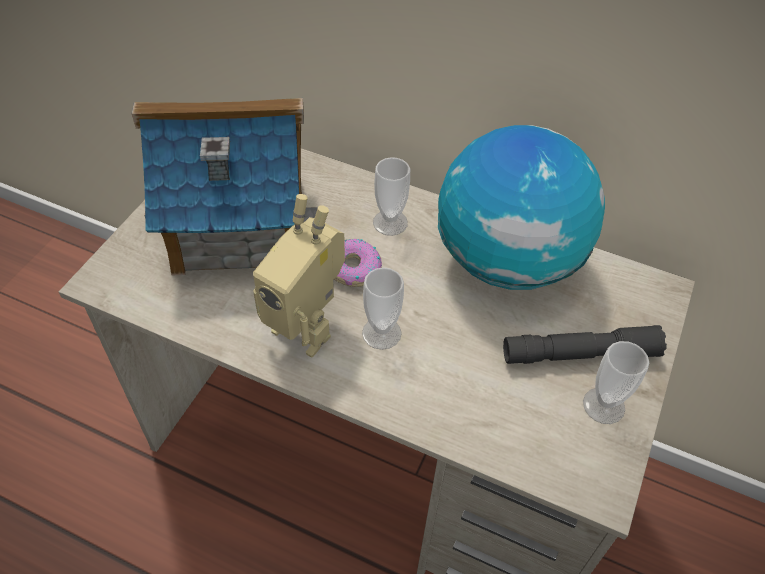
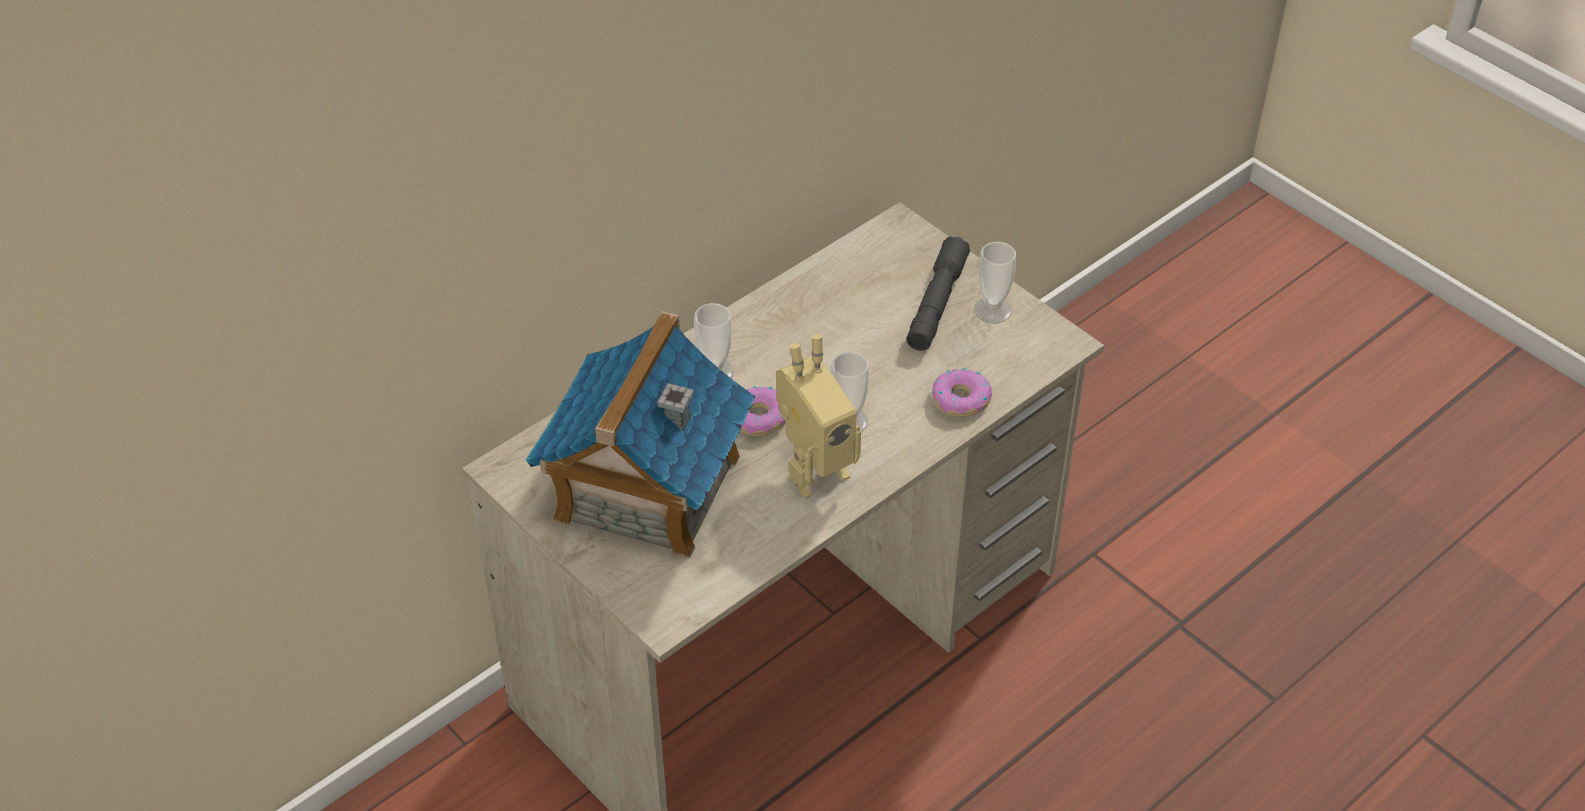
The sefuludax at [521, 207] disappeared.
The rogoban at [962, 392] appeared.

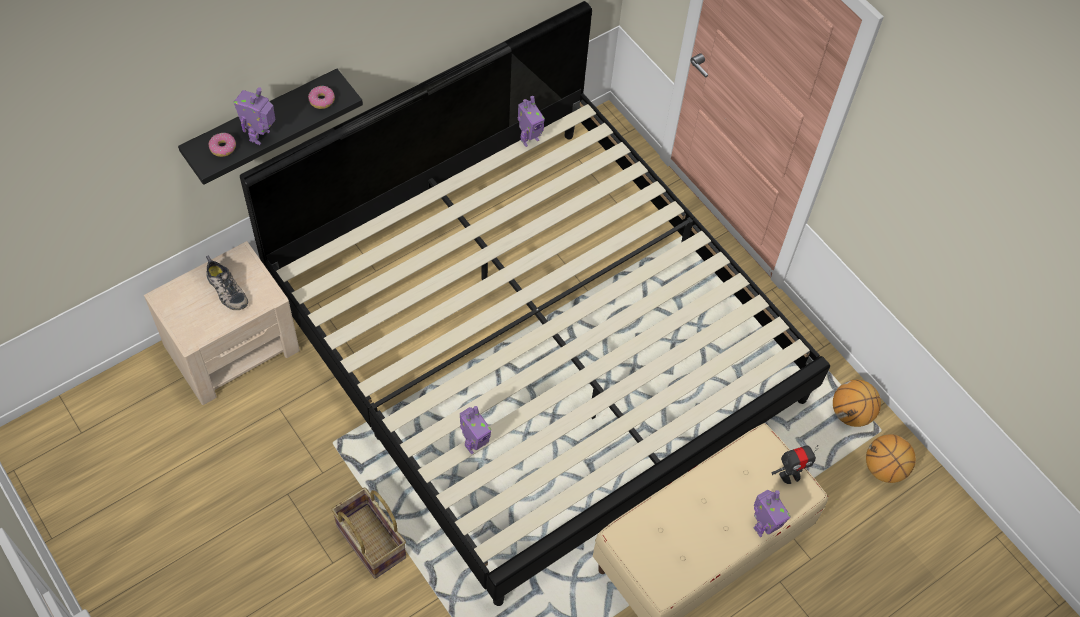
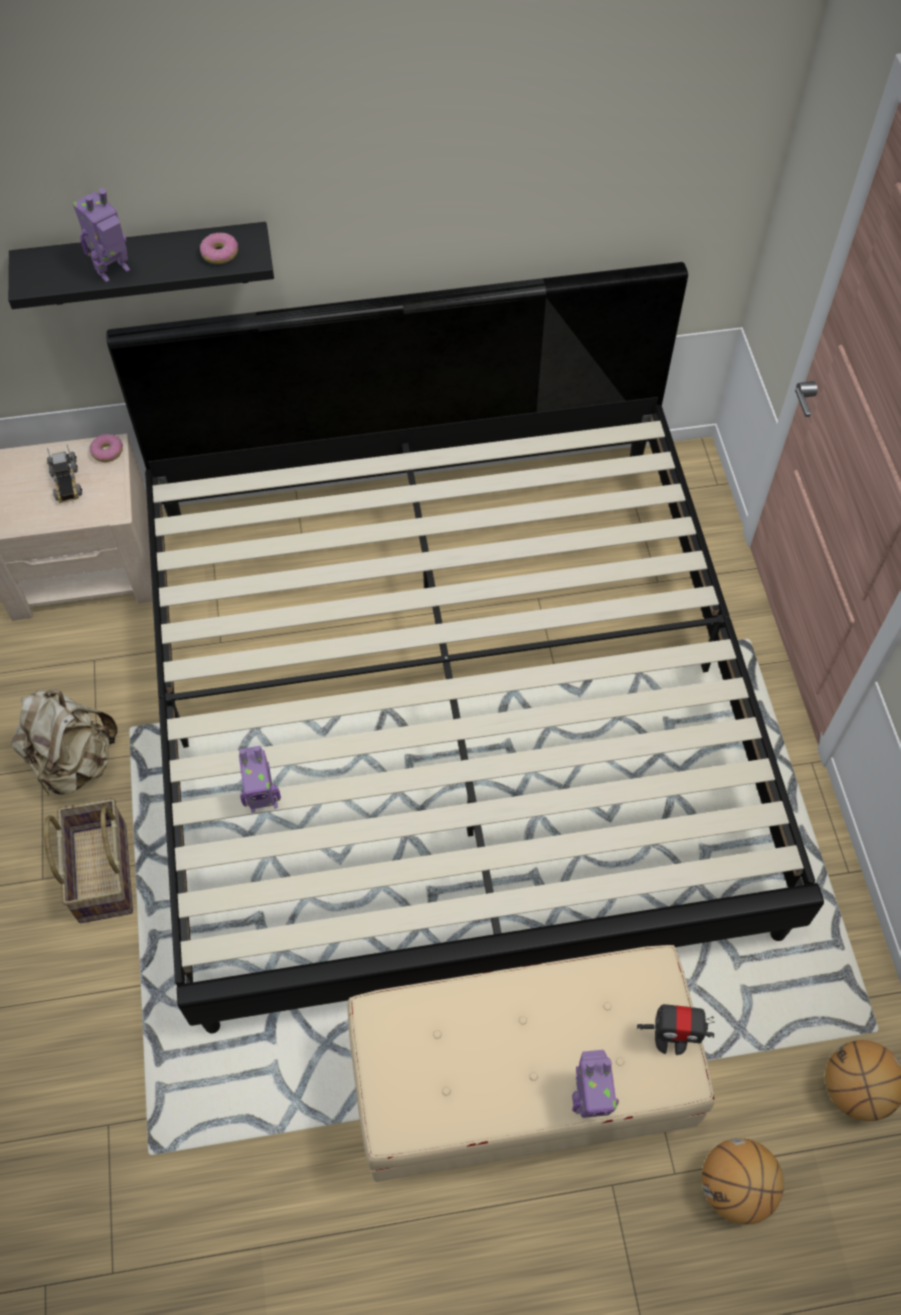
The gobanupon at [531, 121] disappeared.
The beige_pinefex at [64, 742] appeared.
The rogoban moved from [222, 145] to [106, 448].
The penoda moved from [857, 403] to [743, 1181].
The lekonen at [227, 282] was replaced by the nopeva at [64, 474].

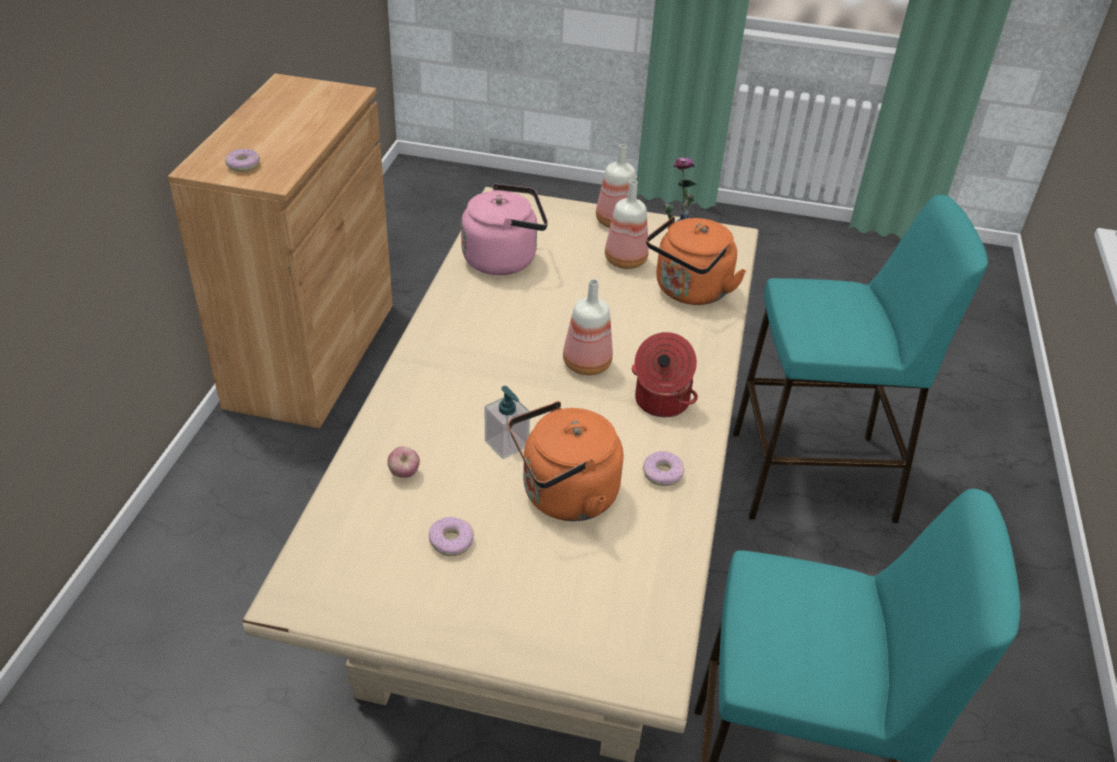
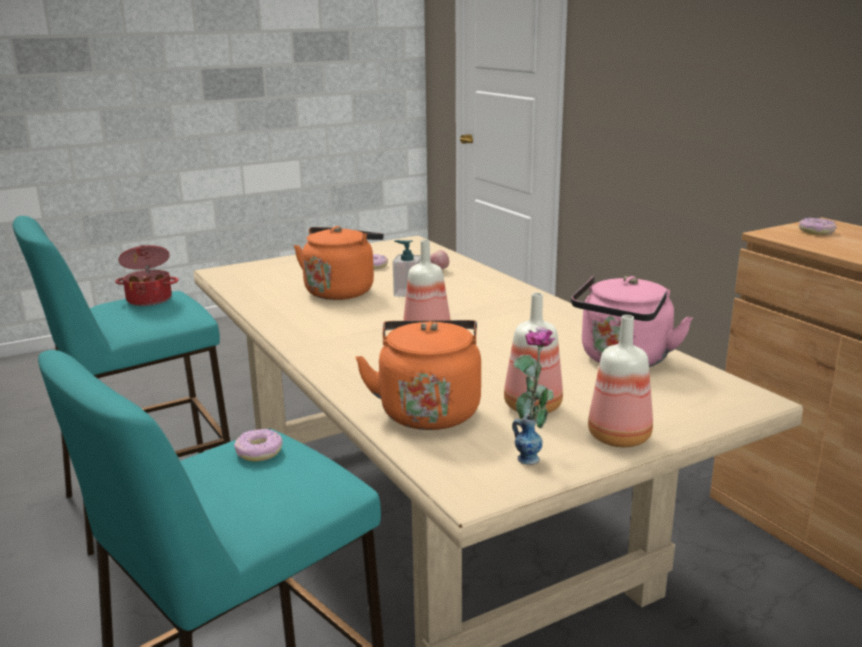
The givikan moved from [665, 374] to [147, 275].
The rogoban moved from [663, 468] to [258, 445].

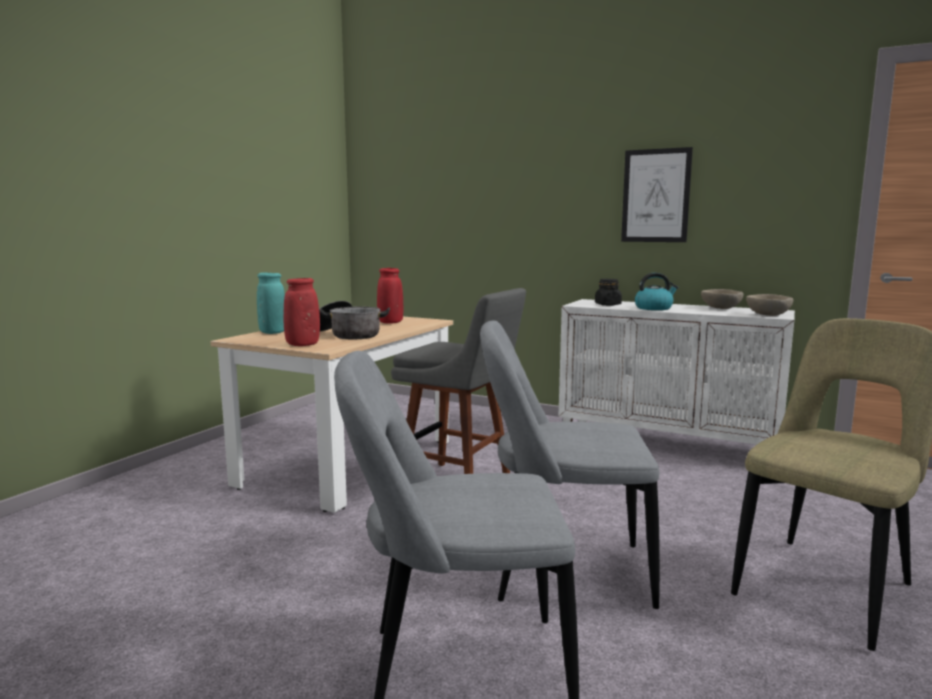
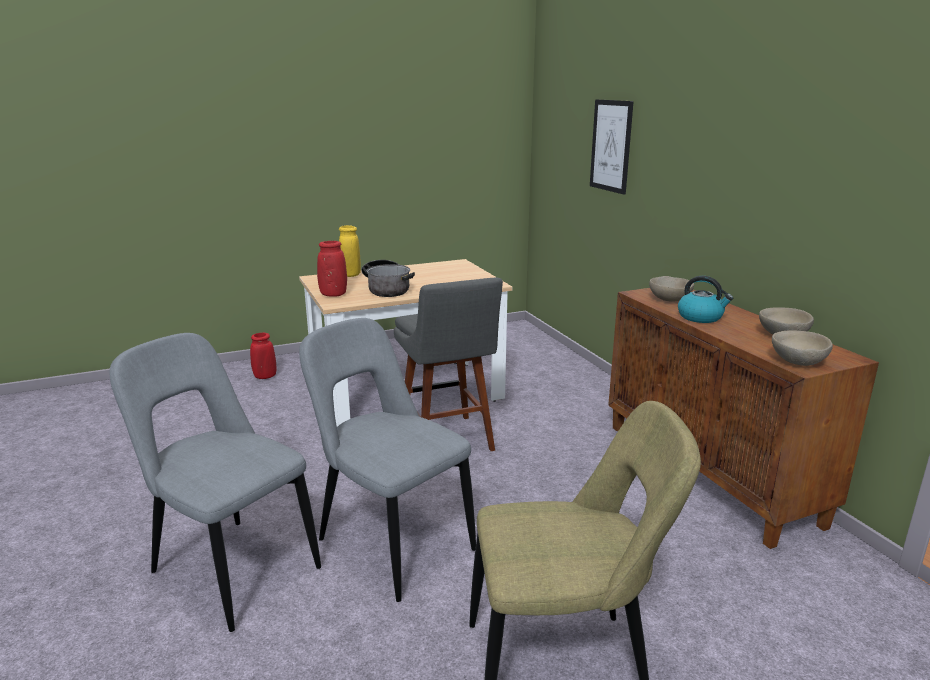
The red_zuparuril moved from [390, 296] to [263, 356].
The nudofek moved from [657, 194] to [612, 147].
The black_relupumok at [608, 292] was replaced by the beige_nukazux at [671, 288].
The turquoise_zuparuril at [271, 303] became the yellow_zuparuril at [350, 251].
The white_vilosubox at [677, 372] became the brown_vilosubox at [743, 418].

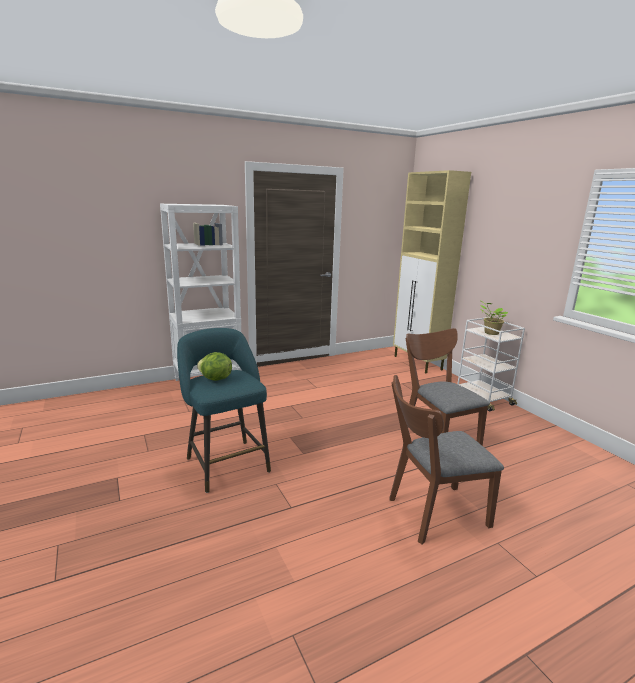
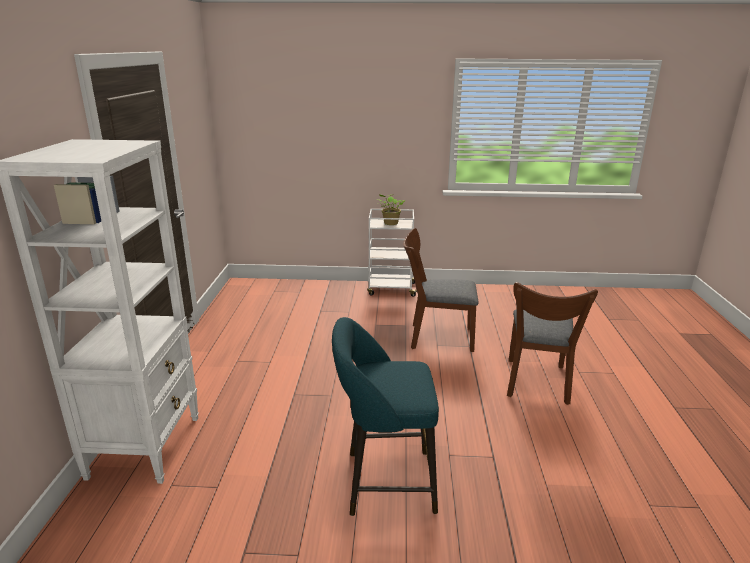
The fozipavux at [214, 366] disappeared.
The beige_vilosubox at [432, 271] disappeared.

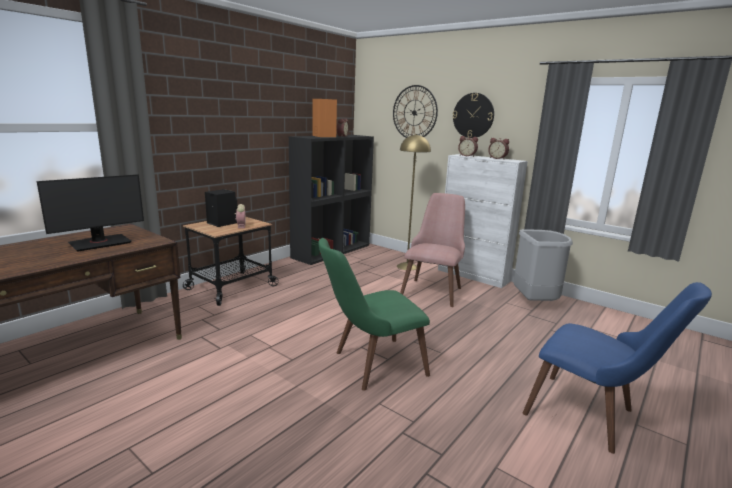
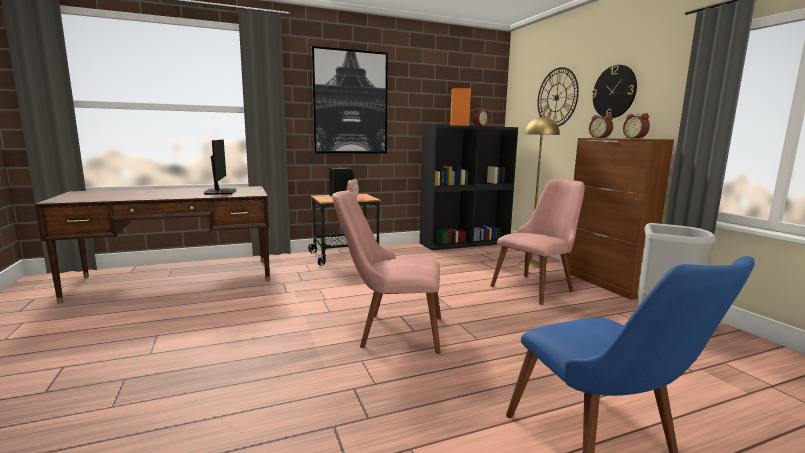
The nudofek at [349, 99] appeared.
The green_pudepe at [374, 314] became the pink_pudepe at [386, 272].
The white_vilosubox at [483, 221] became the brown_vilosubox at [619, 219].
The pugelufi at [90, 213] turned 90 degrees counterclockwise.

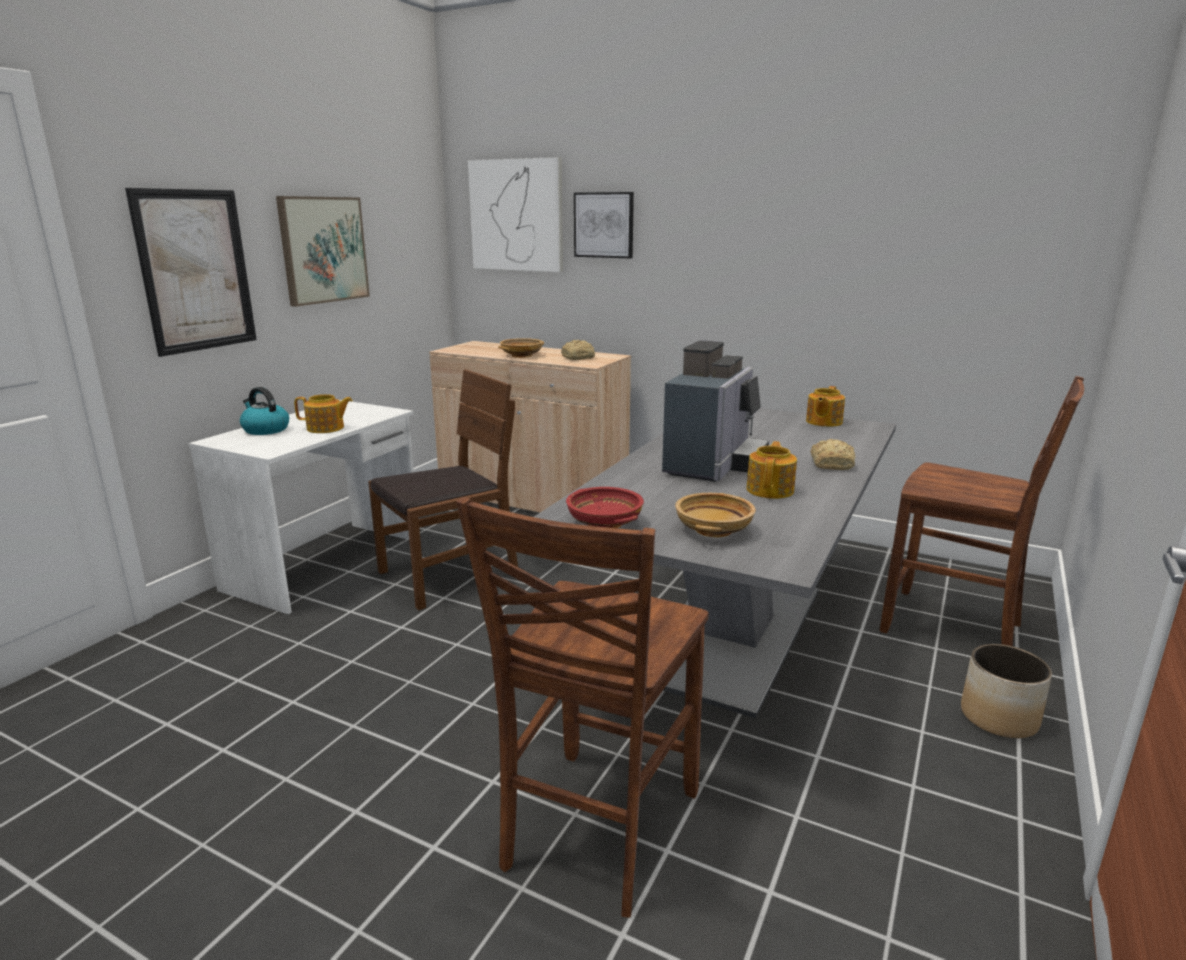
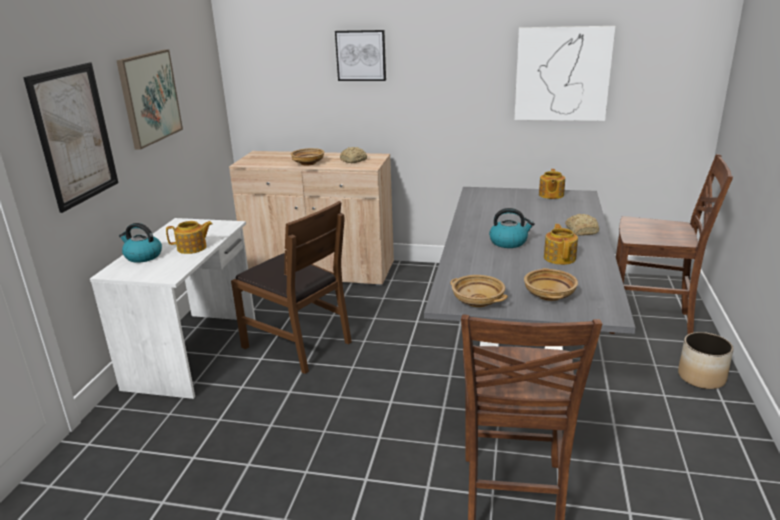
The nudofek moved from [515, 214] to [564, 73].
The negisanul at [715, 411] was replaced by the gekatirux at [512, 228].
The red_nukazux at [605, 507] became the beige_nukazux at [479, 291].
The brown_pudepe at [443, 489] turned 90 degrees clockwise.

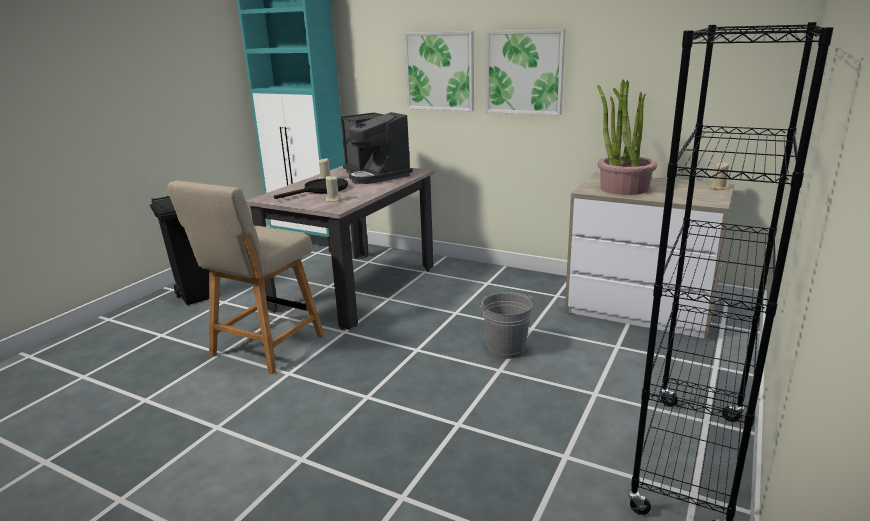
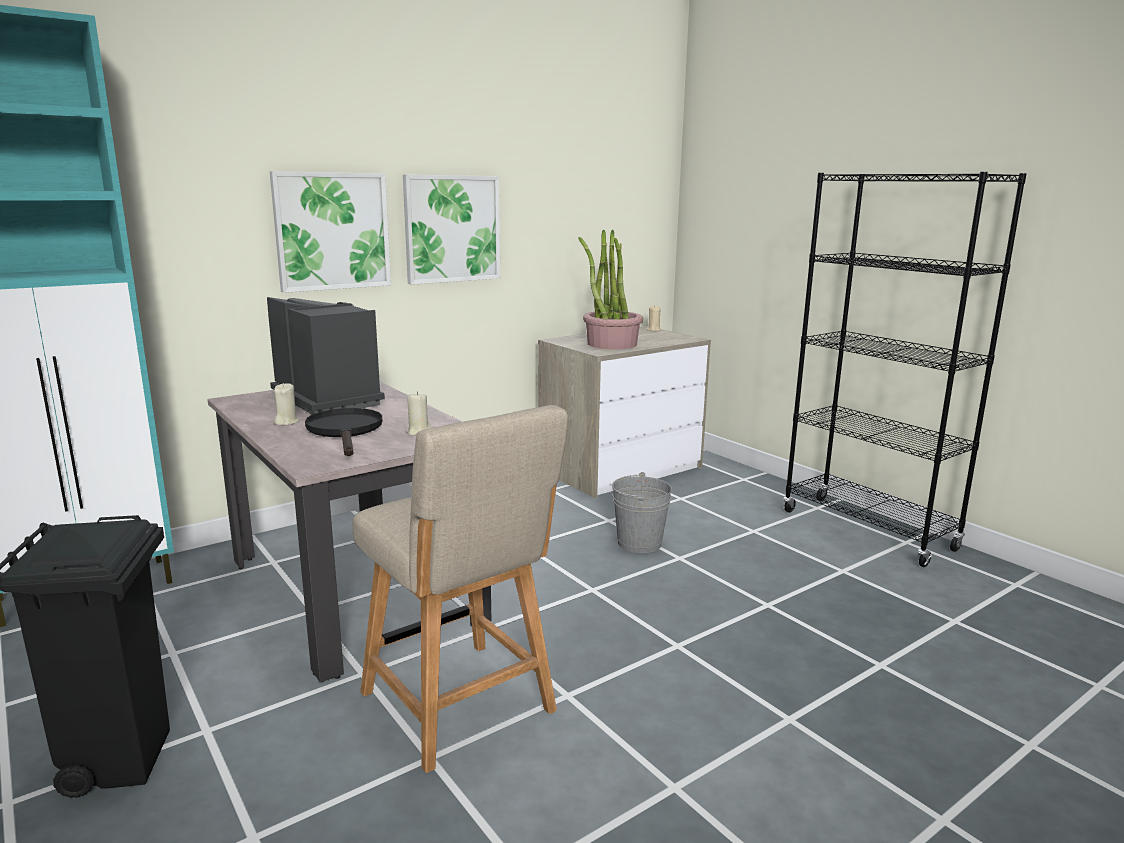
The negisanul at [377, 148] turned 120 degrees counterclockwise.

